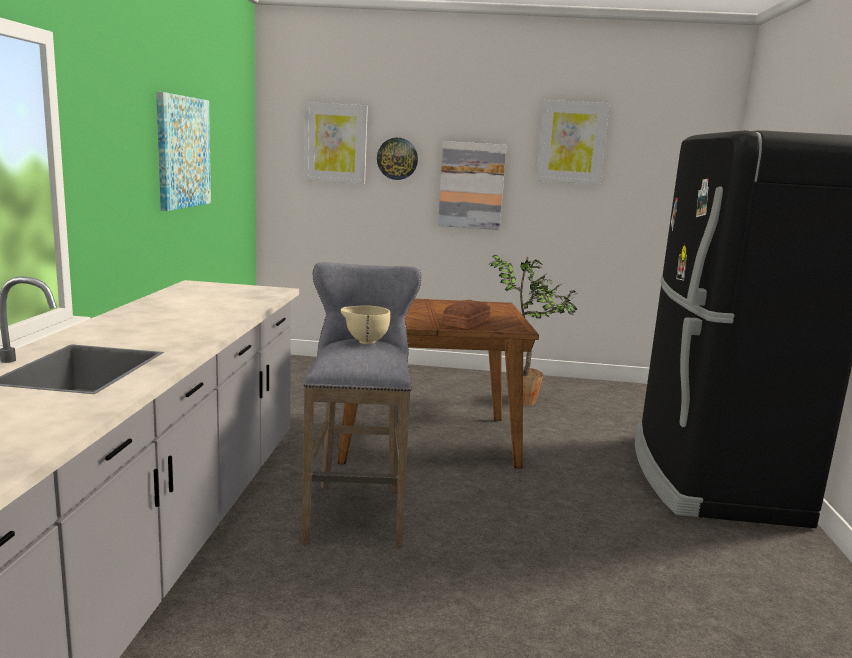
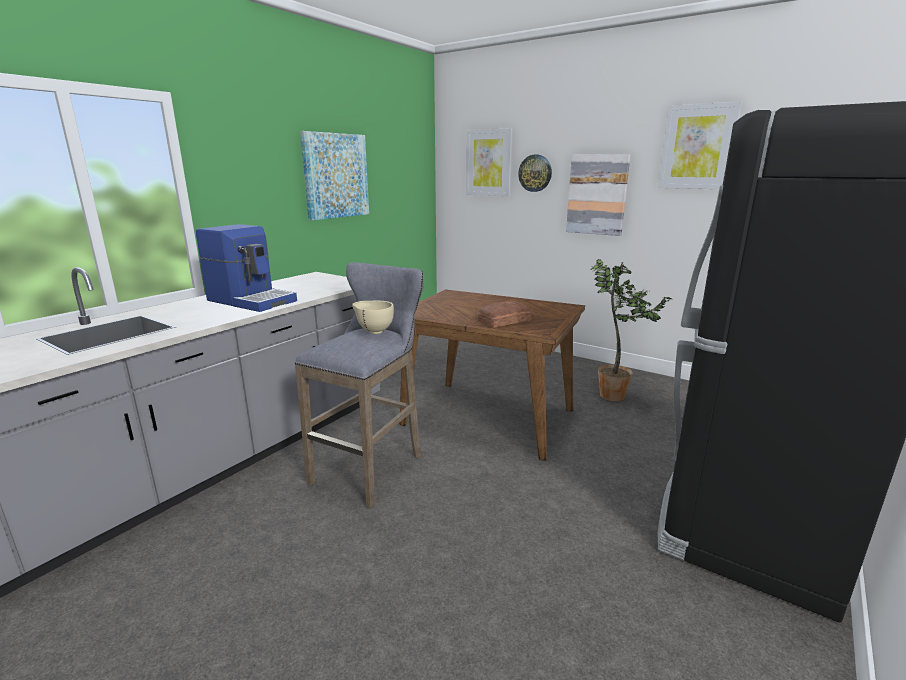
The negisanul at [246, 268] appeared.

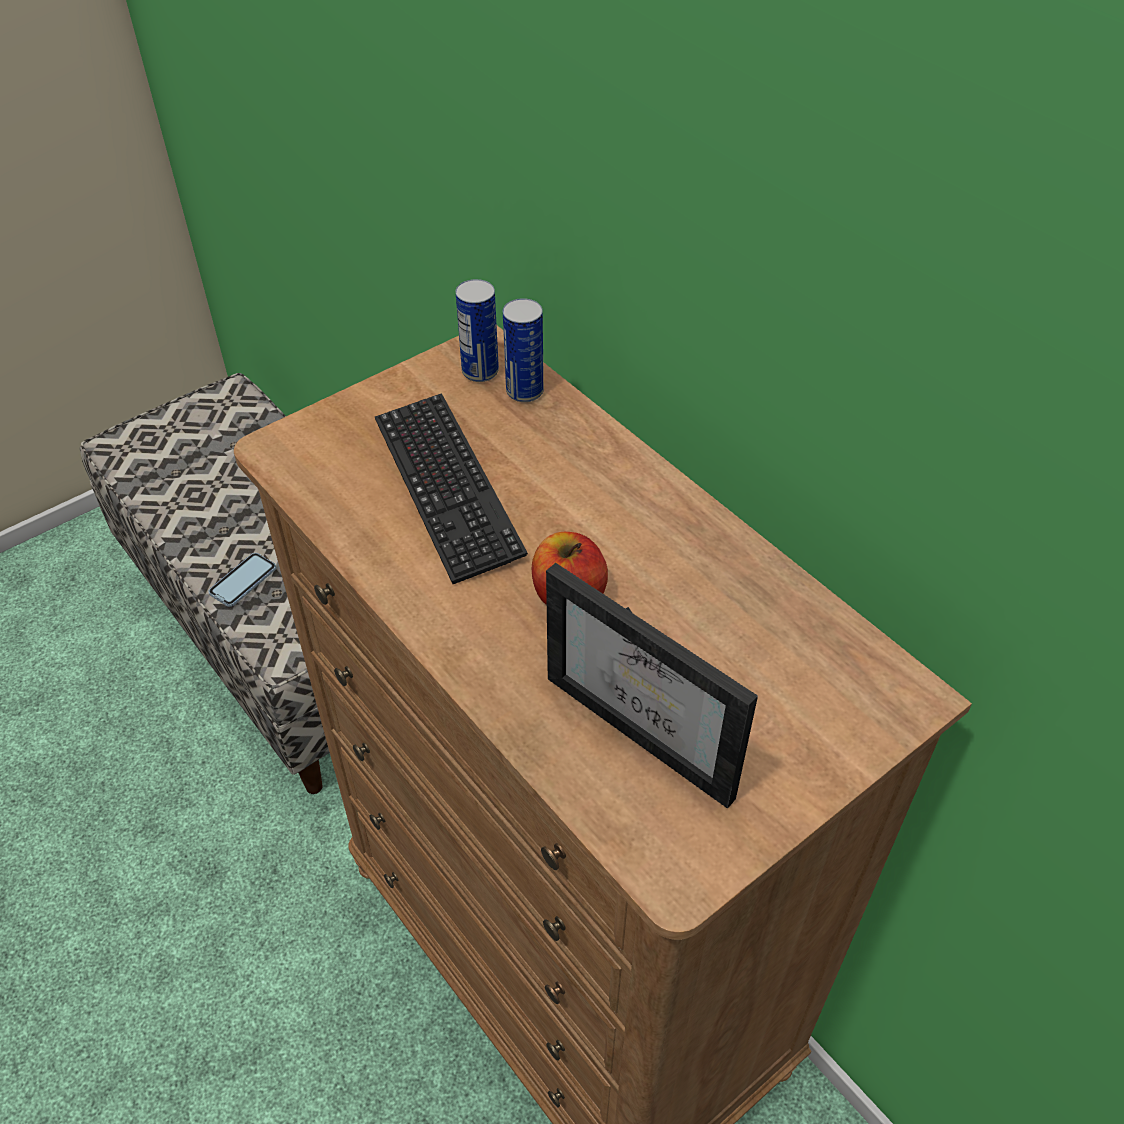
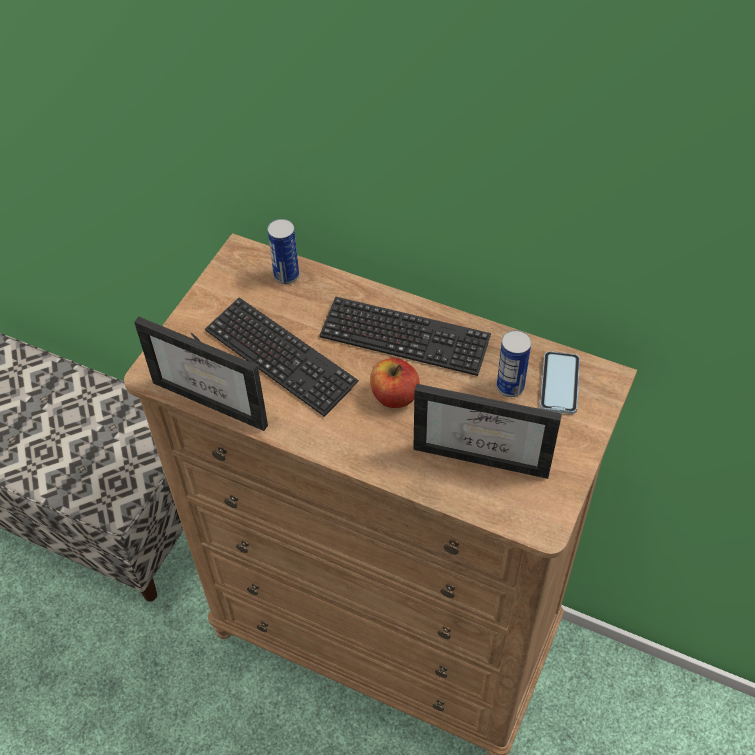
The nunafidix at [201, 374] appeared.
The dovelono at [405, 336] appeared.
The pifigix moved from [242, 580] to [560, 382].
The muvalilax moved from [477, 330] to [514, 363].

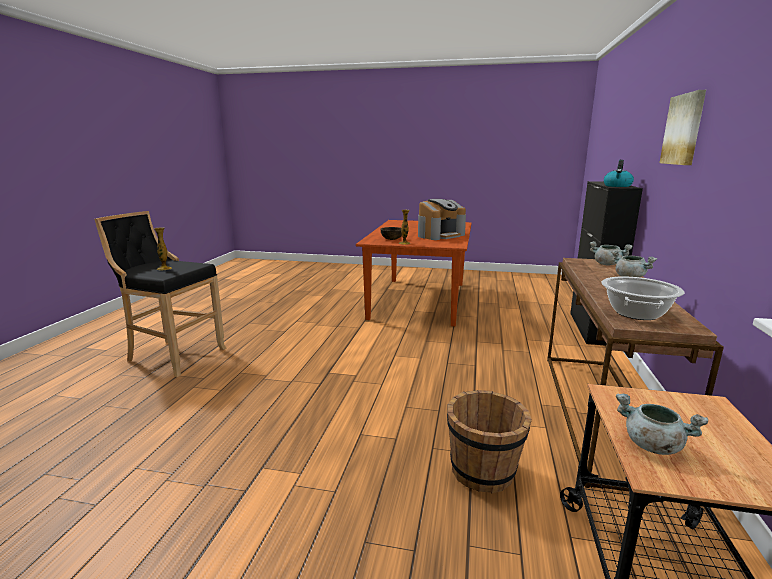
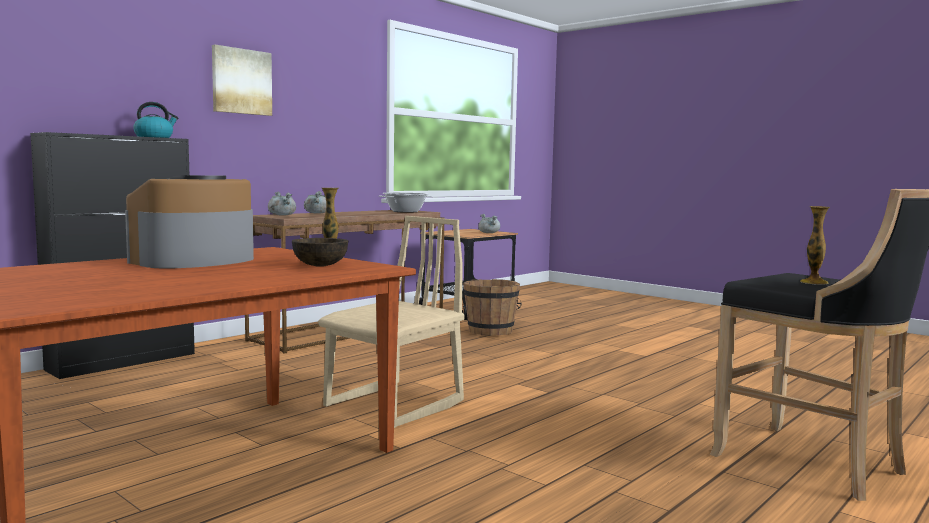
The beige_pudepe at [391, 322] appeared.
The negisanul at [442, 219] turned 45 degrees counterclockwise.

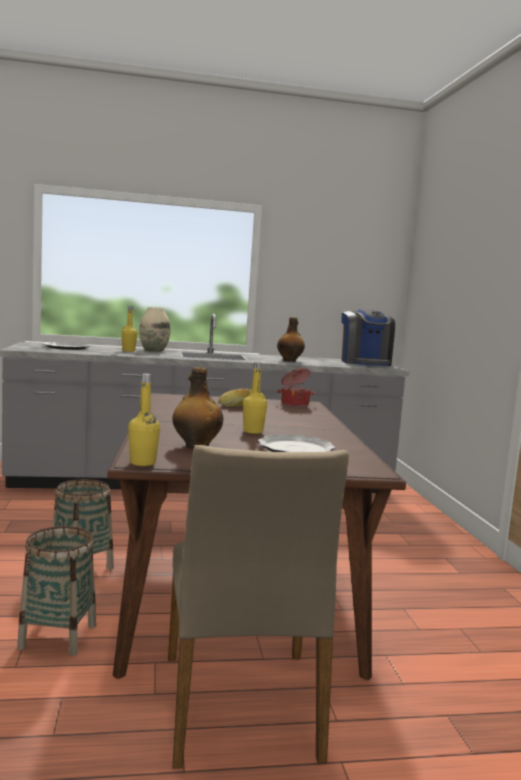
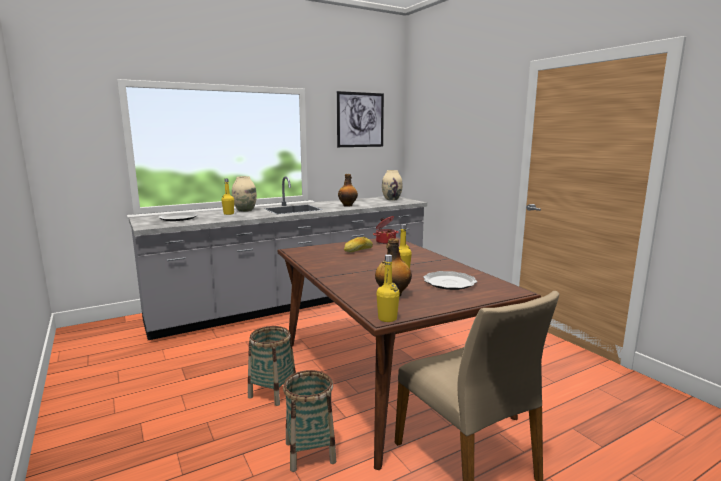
The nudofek at [360, 119] appeared.
The negisanul at [368, 337] was replaced by the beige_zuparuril at [392, 185].

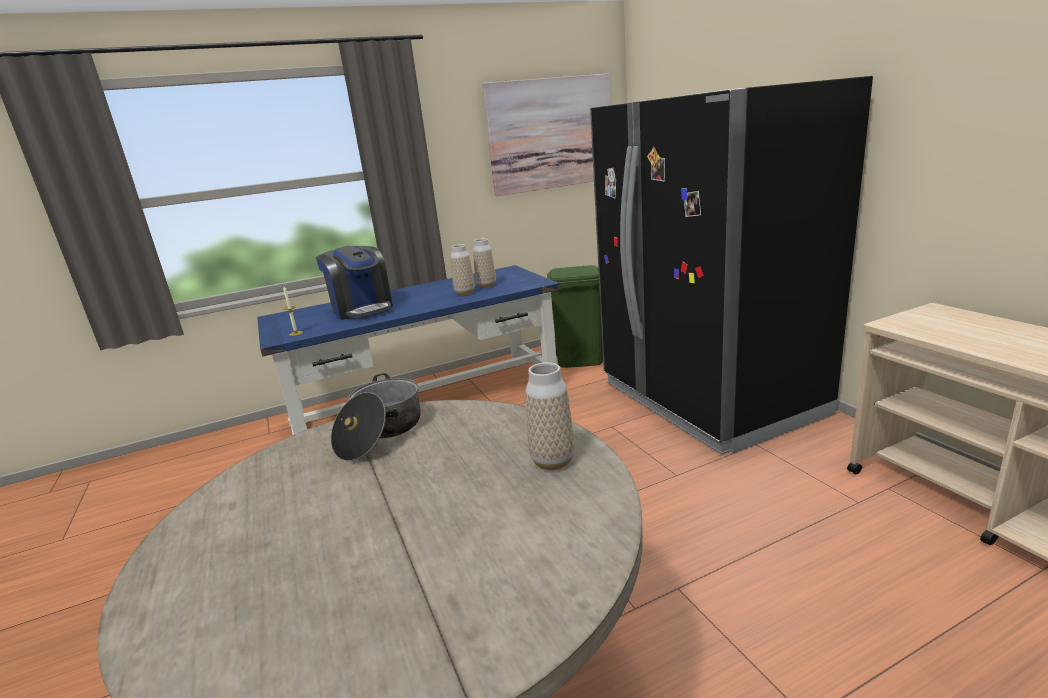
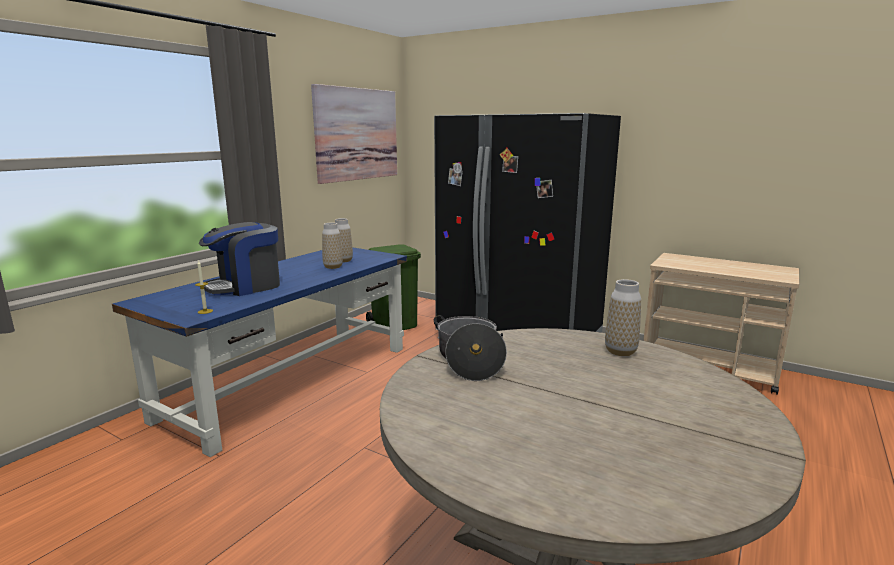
The negisanul at [354, 283] turned 120 degrees clockwise.

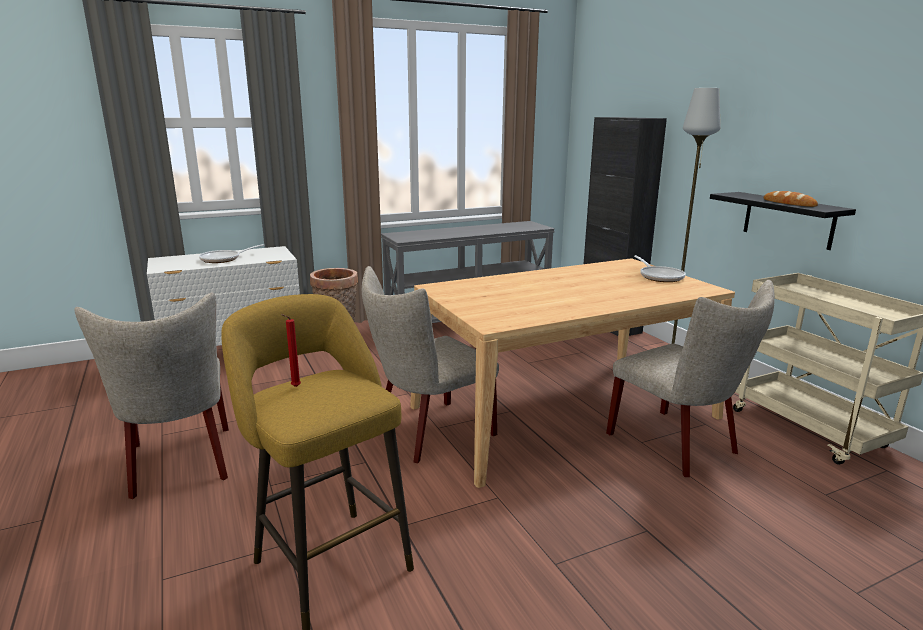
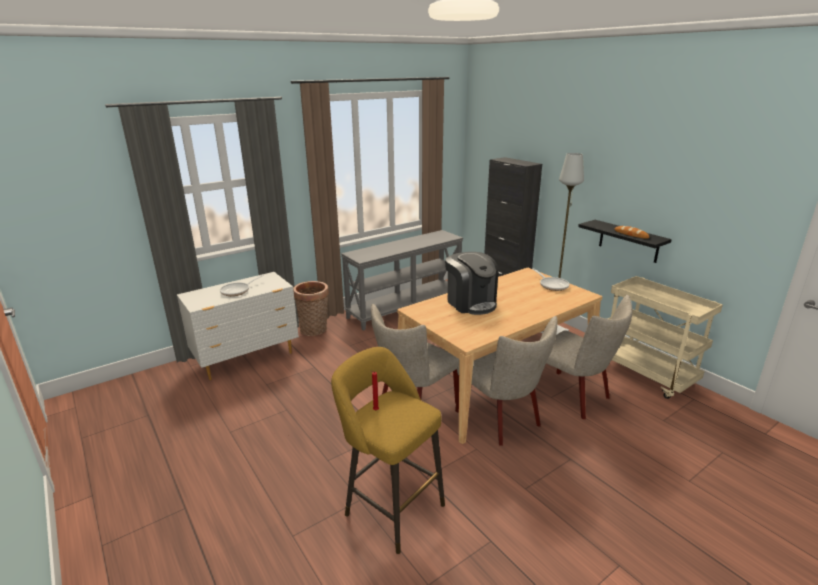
The negisanul at [471, 283] appeared.
The beige_pudepe moved from [151, 396] to [506, 381].

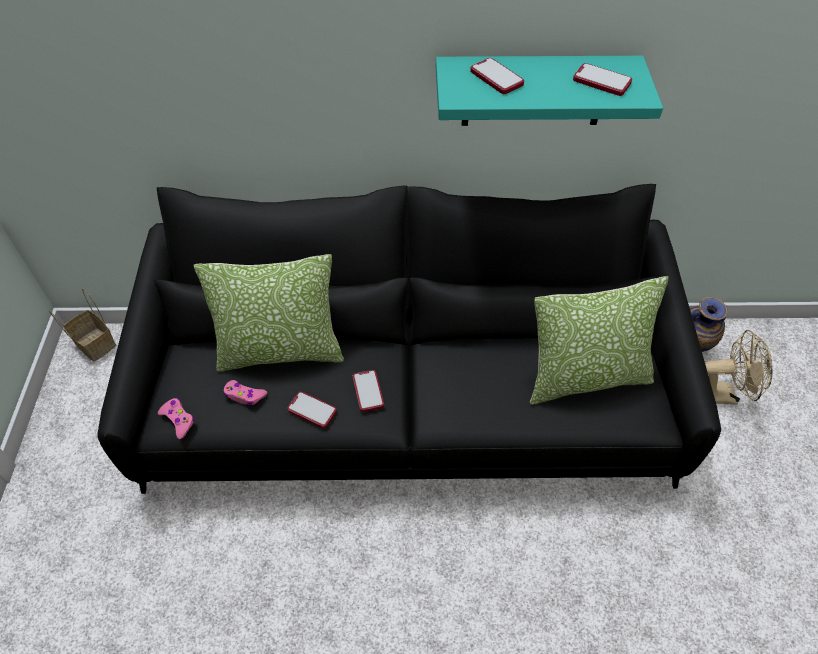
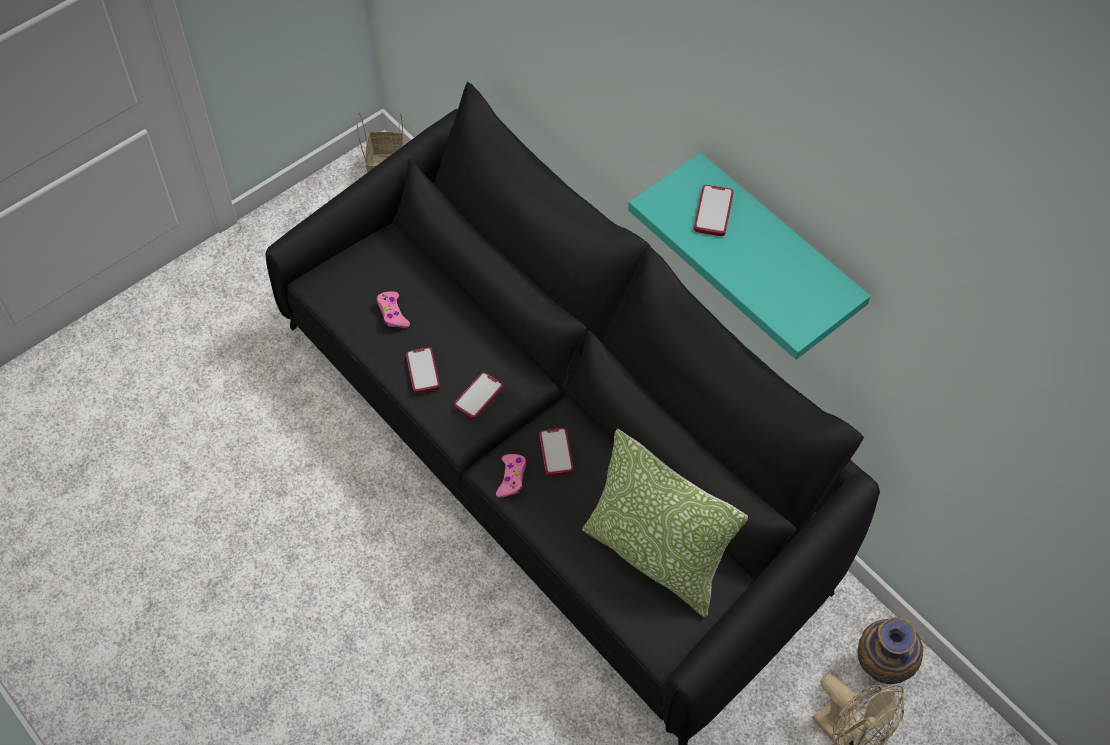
The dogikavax at [269, 312] disappeared.
The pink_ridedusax moved from [176, 418] to [511, 476].
The pifigix moved from [602, 79] to [556, 452].

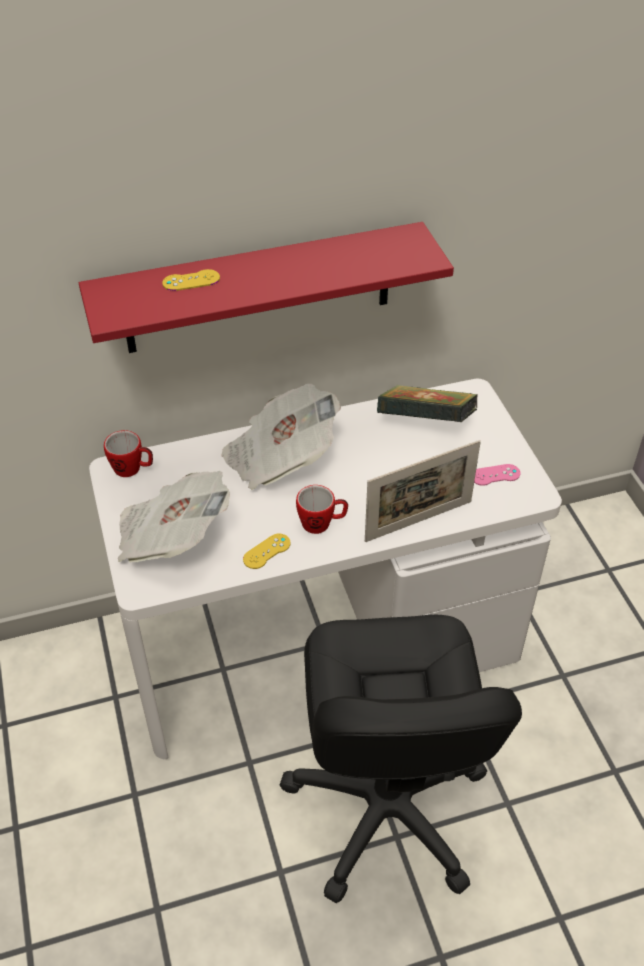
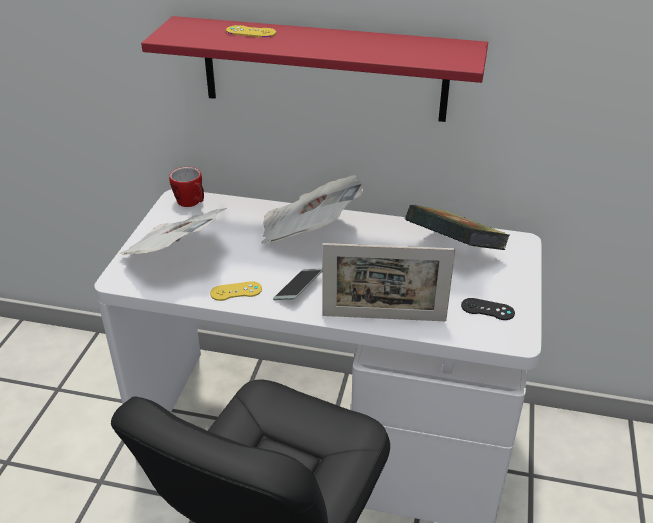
The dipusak at [322, 509] was replaced by the pifigix at [297, 284].
The pink_ridedusax at [497, 475] became the black_ridedusax at [488, 309].

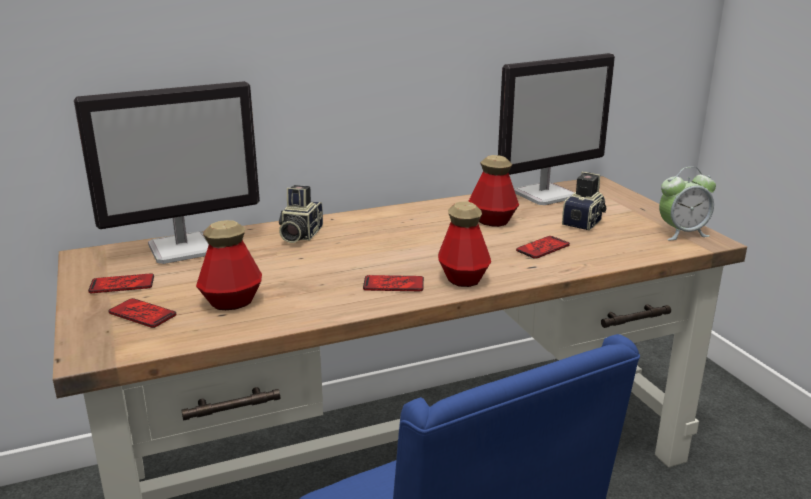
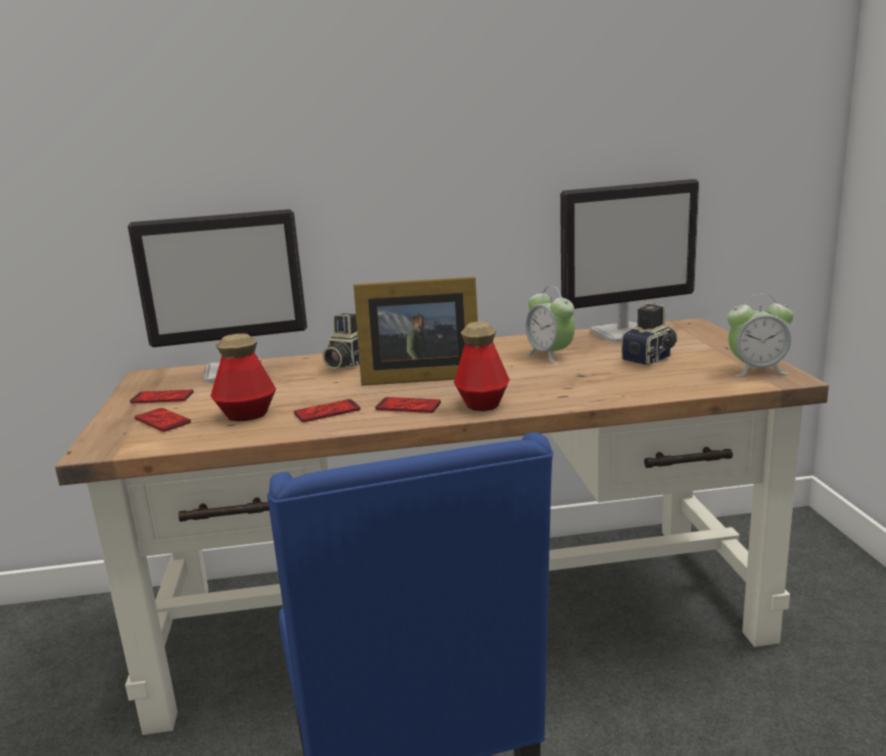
The nunafidix at [415, 331] appeared.
The pifigix moved from [543, 247] to [327, 410].
The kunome at [494, 191] was replaced by the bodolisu at [550, 325].

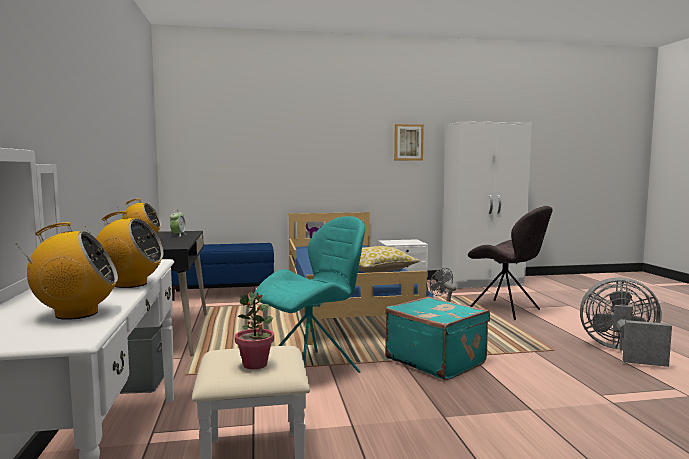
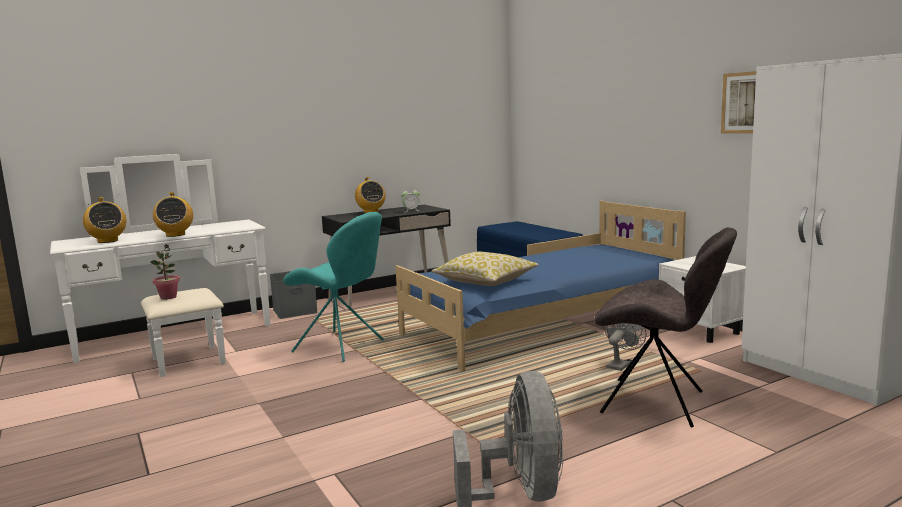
The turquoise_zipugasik at [437, 338] disappeared.
The grey_pudepe at [510, 263] turned 90 degrees counterclockwise.

